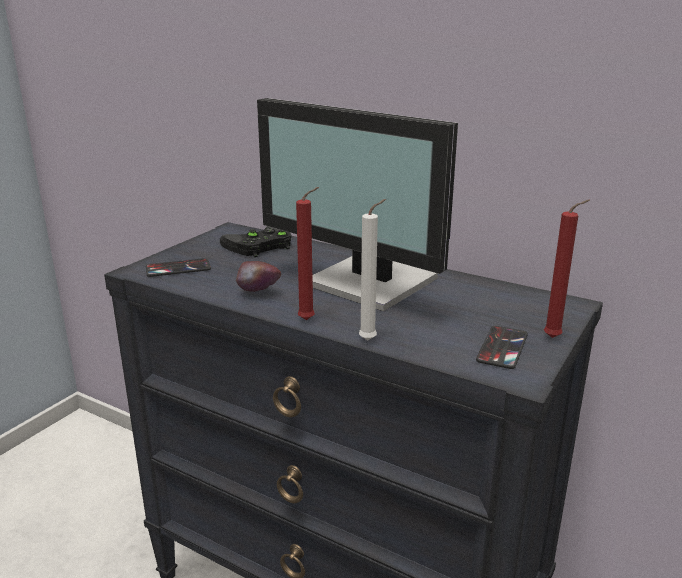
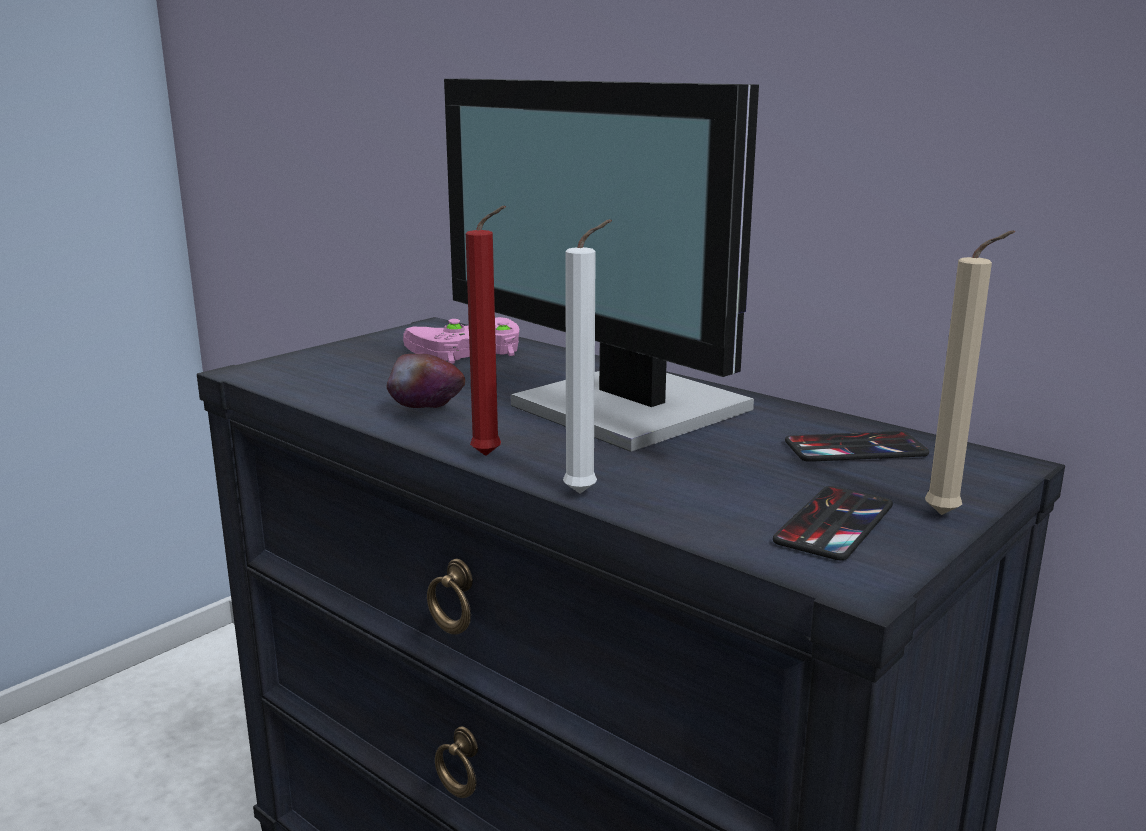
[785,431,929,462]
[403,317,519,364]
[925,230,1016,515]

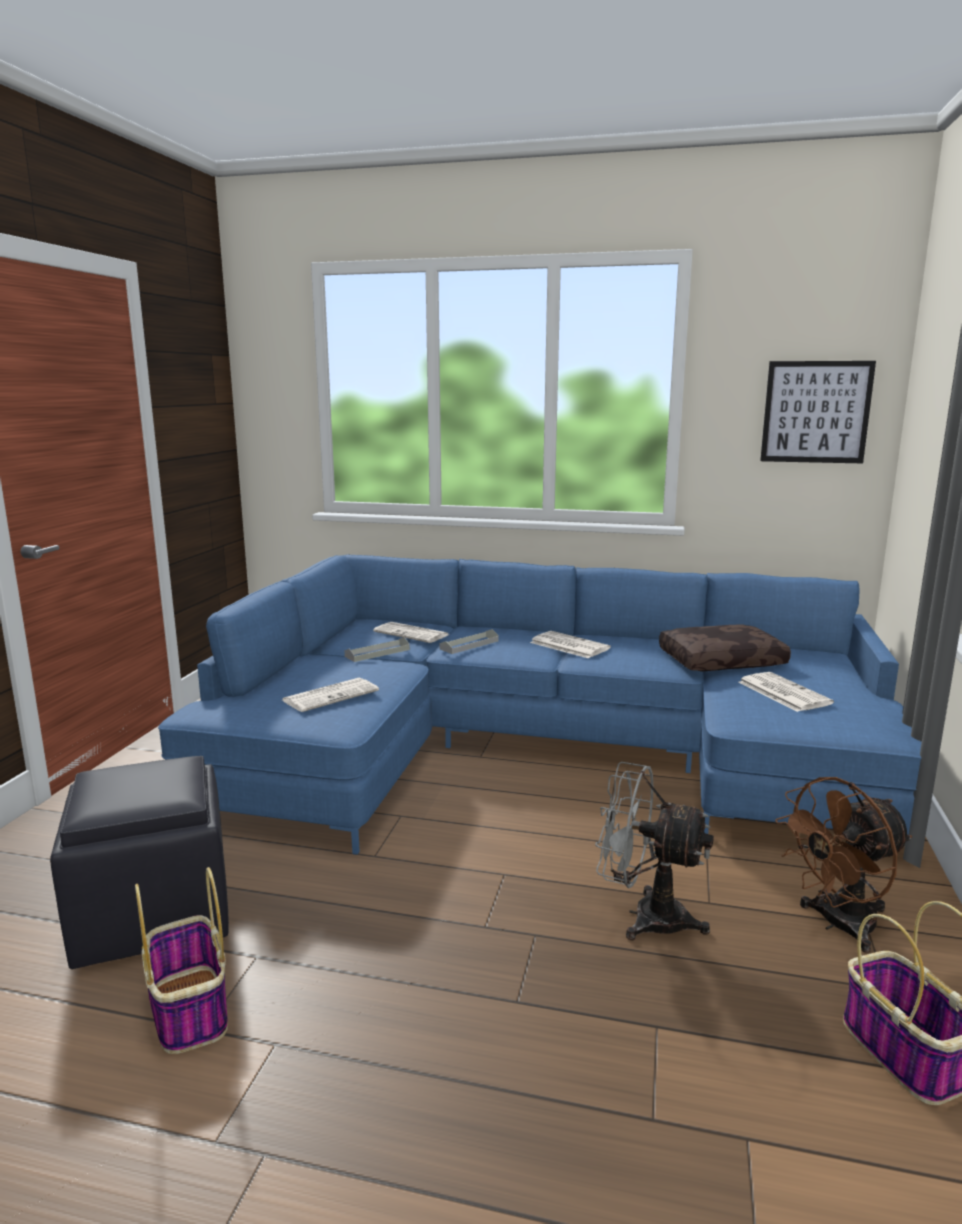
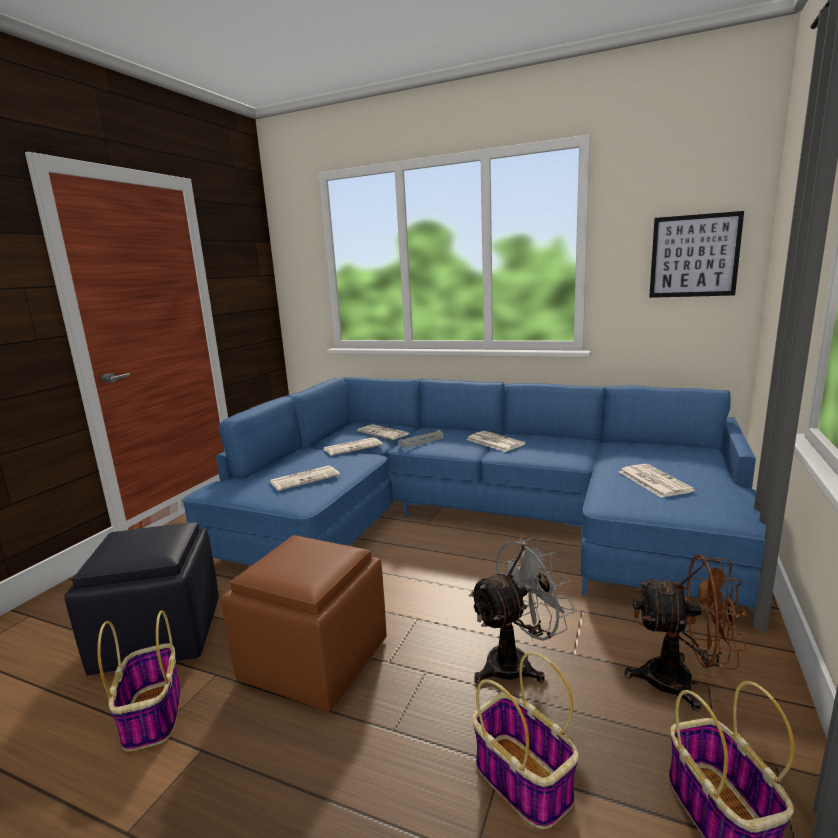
[659,624,791,672] (first image)
[221,535,386,712]
[472,652,579,829]
[324,437,383,456]
[469,537,576,683]
[624,555,748,712]

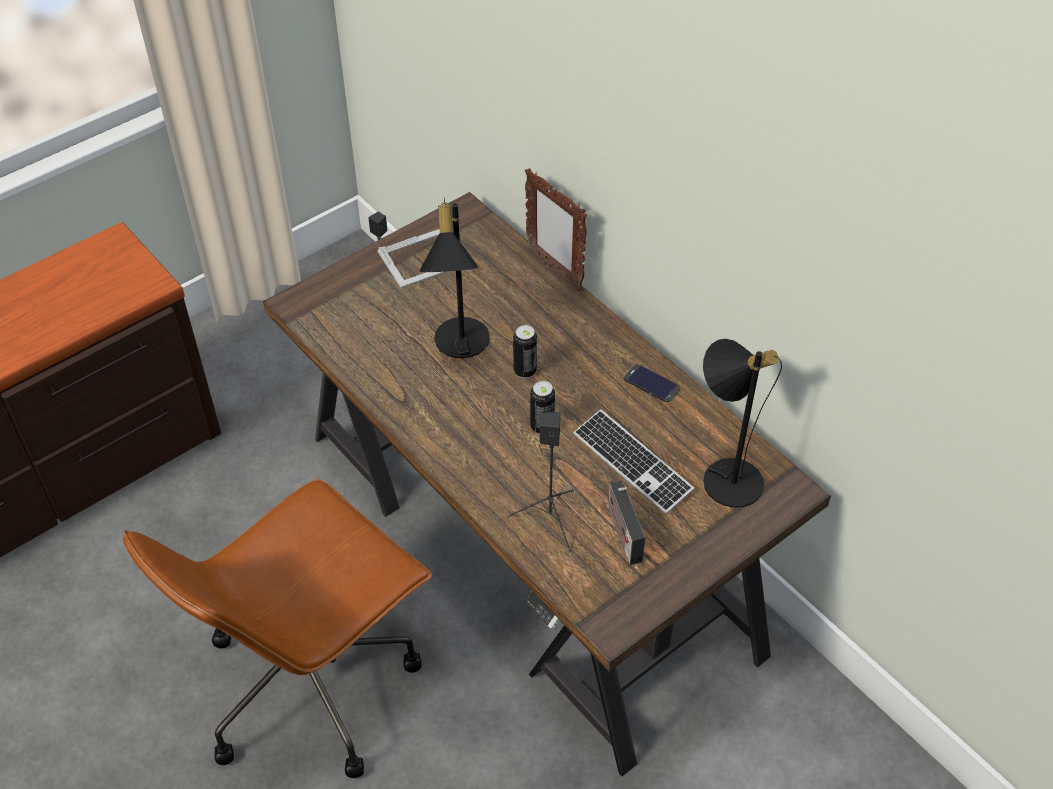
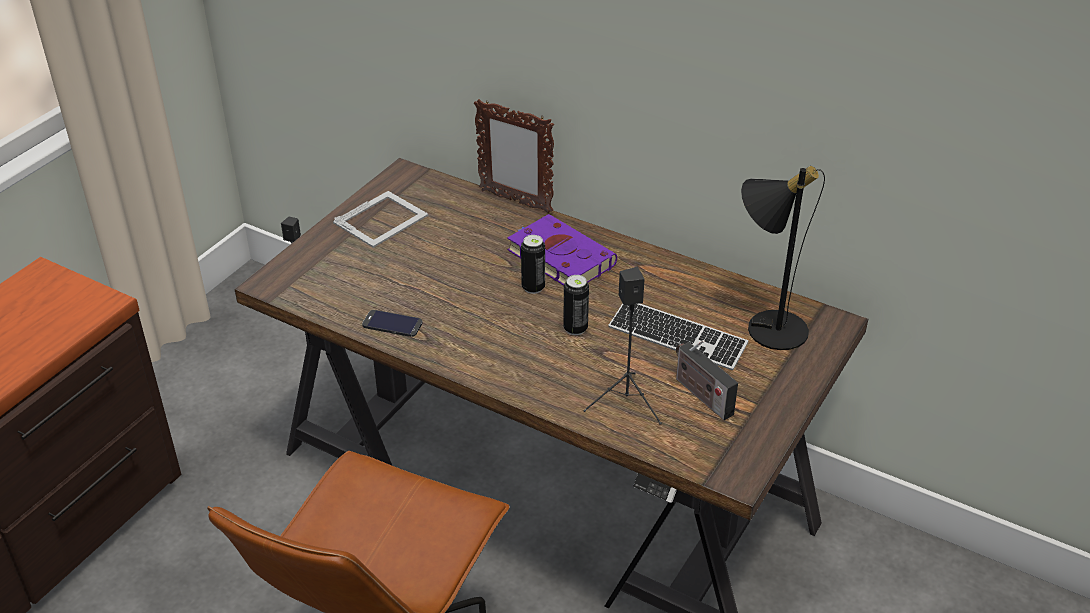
[419,198,490,359] (first image)
[507,214,617,286]
[362,310,422,337]

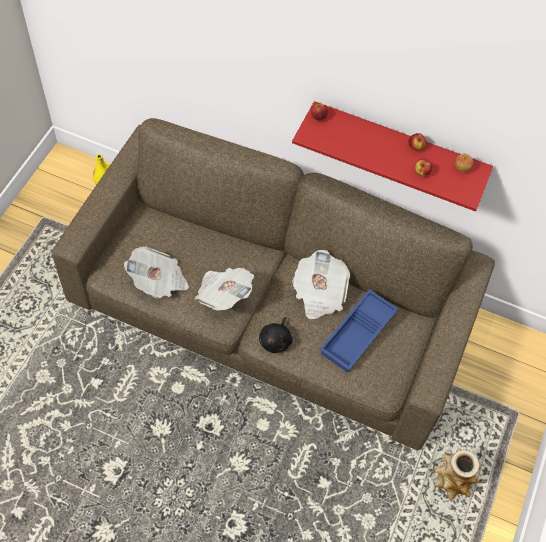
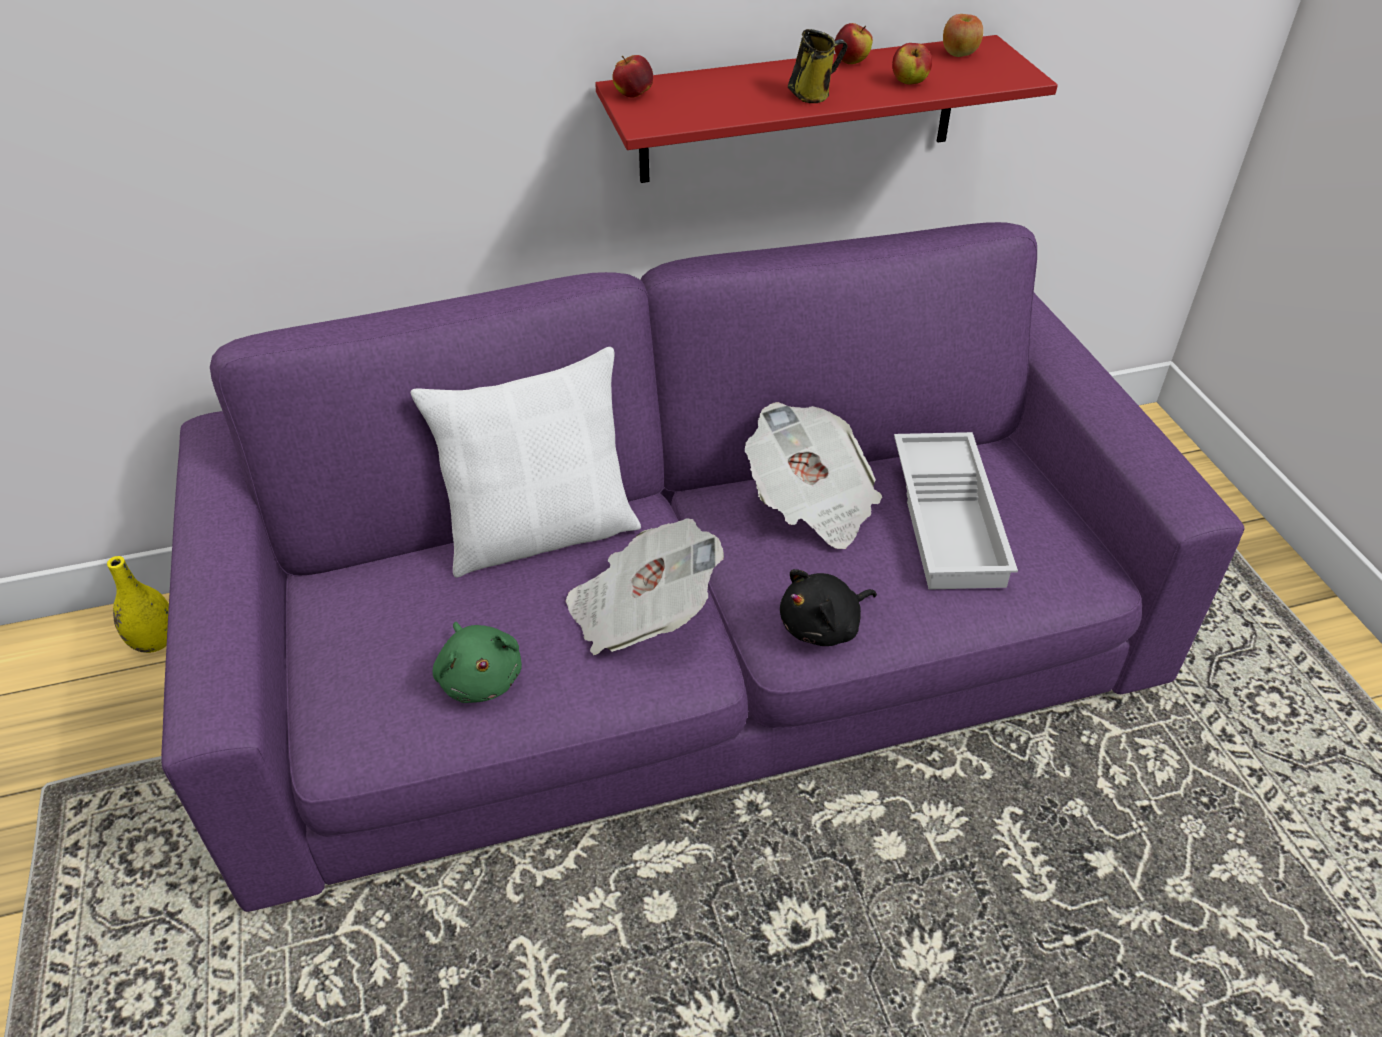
[434,448,481,500] (first image)
[411,347,641,578]
[788,29,848,103]
[433,622,522,703]
[161,222,1245,912]
[894,432,1018,590]
[780,569,877,646]

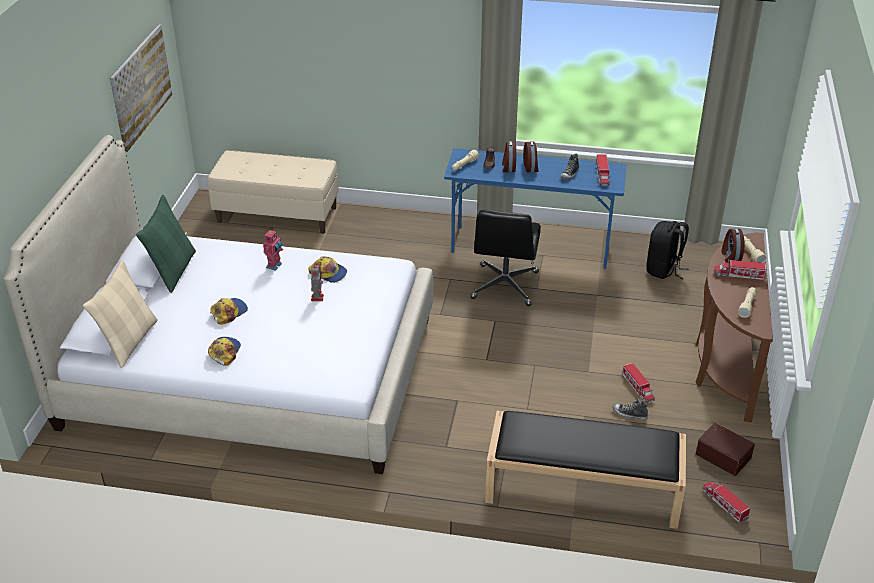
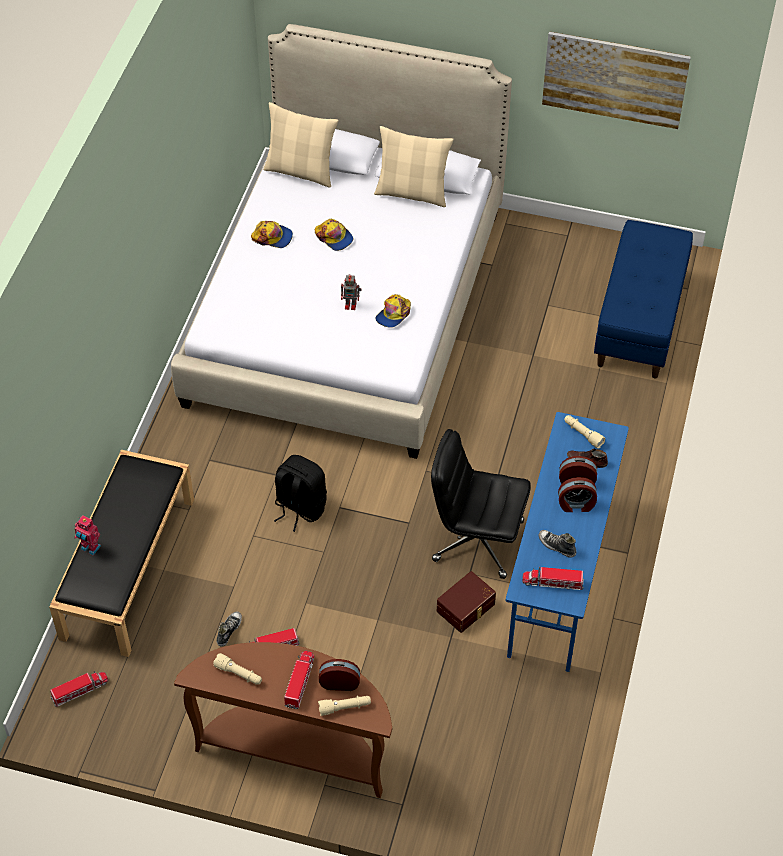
[74,515,101,556]
[274,455,327,532]
[437,571,496,633]
[374,126,454,207]
[594,220,693,378]

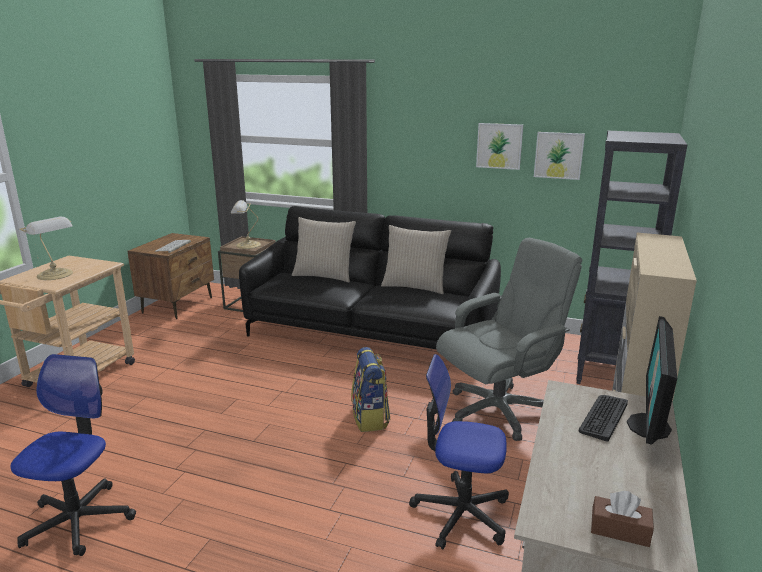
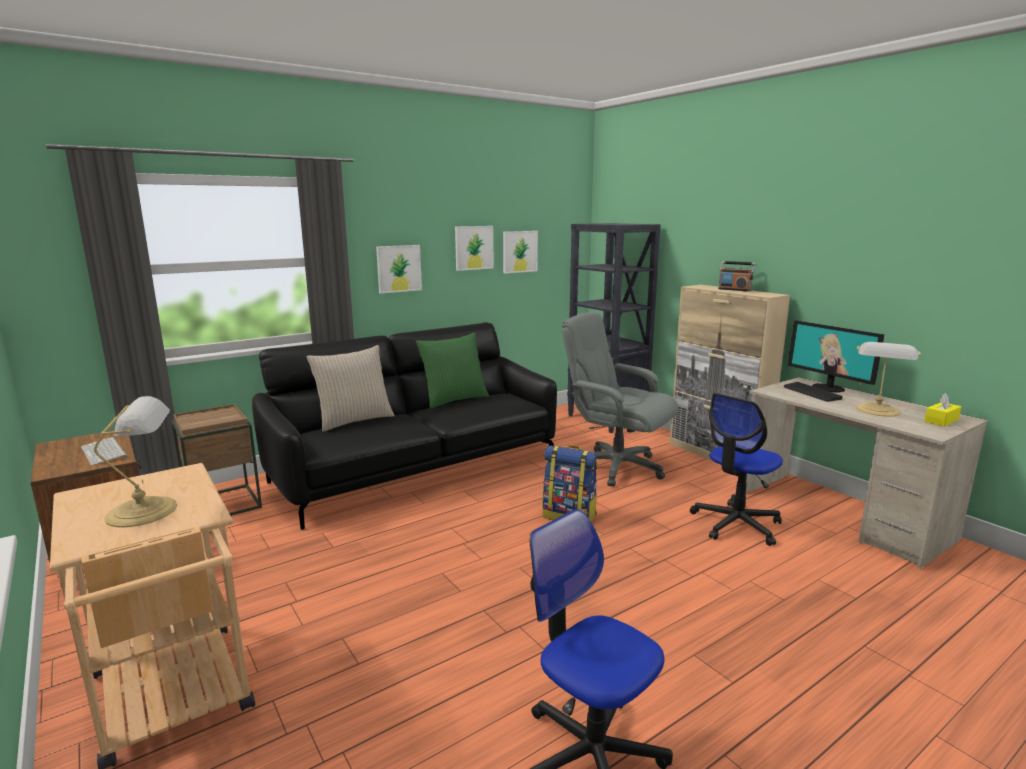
[376,245,422,294]
[718,261,755,291]
[856,342,921,417]
[416,332,489,409]
[924,393,961,427]
[562,312,679,487]

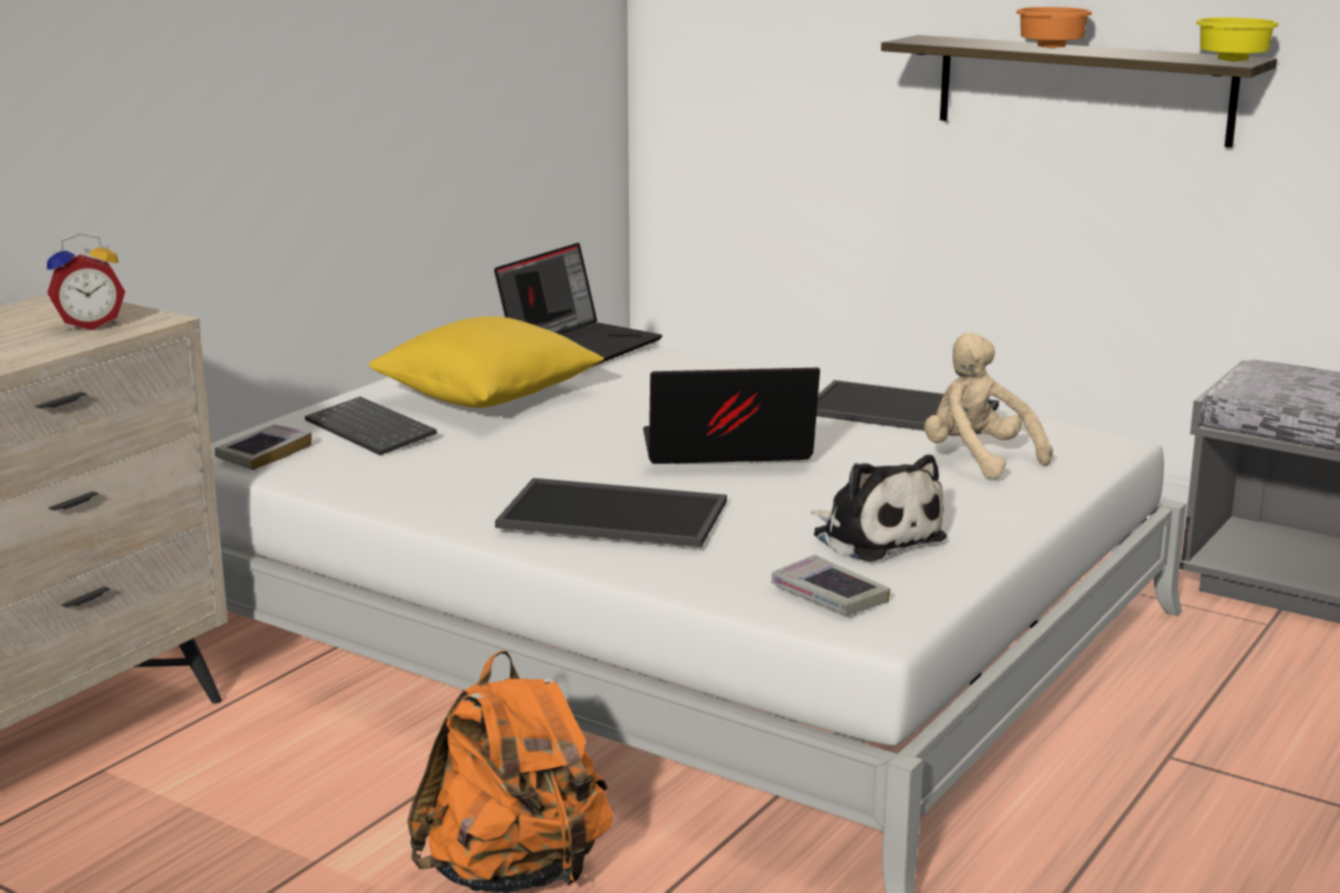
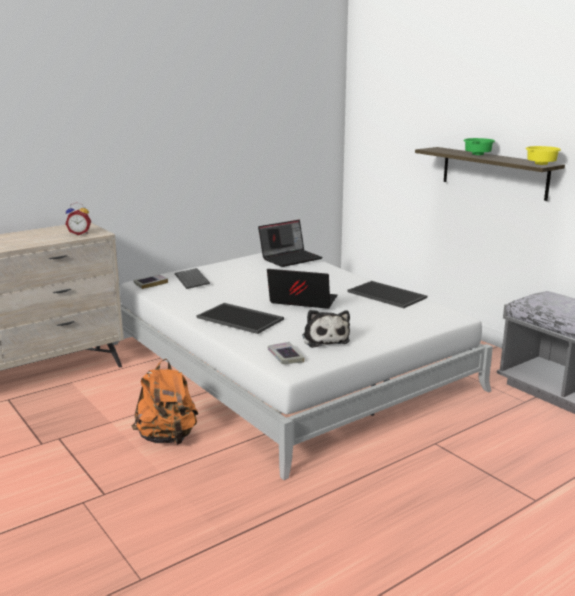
[369,316,604,408] (first image)
[924,332,1053,479] (first image)
[464,138,495,155]

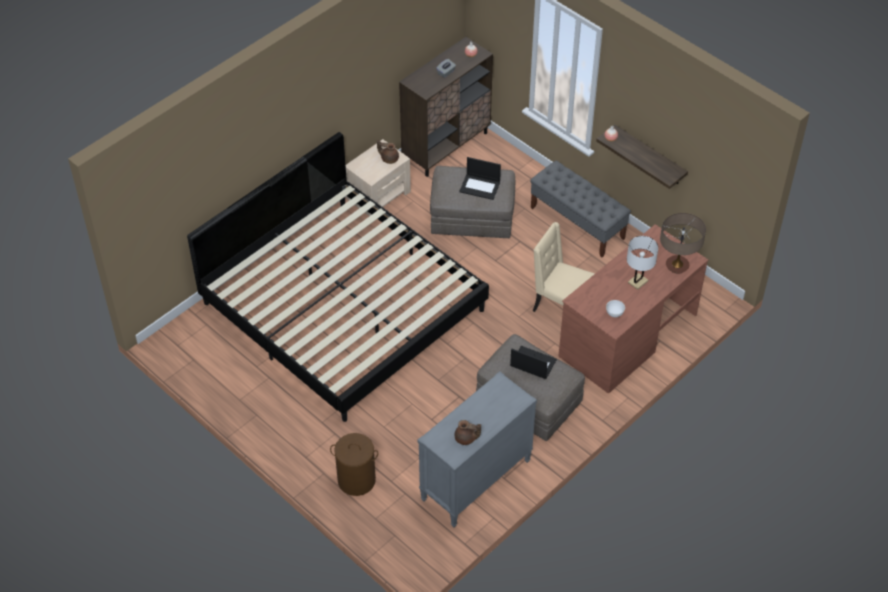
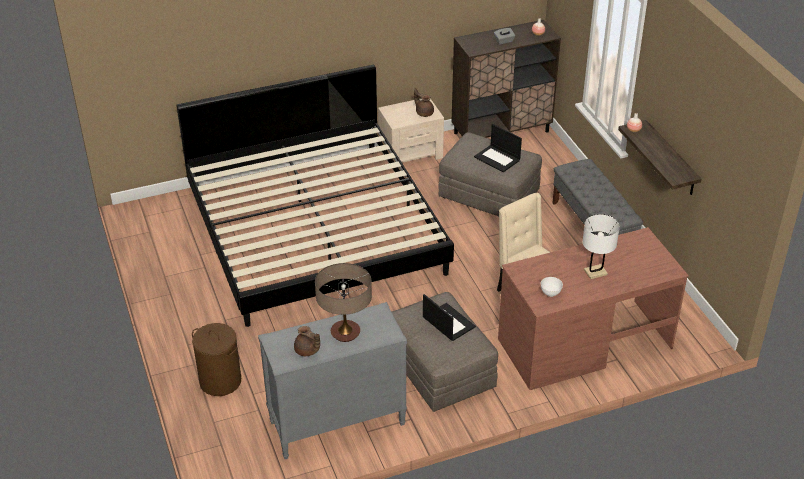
[315,263,372,342]

